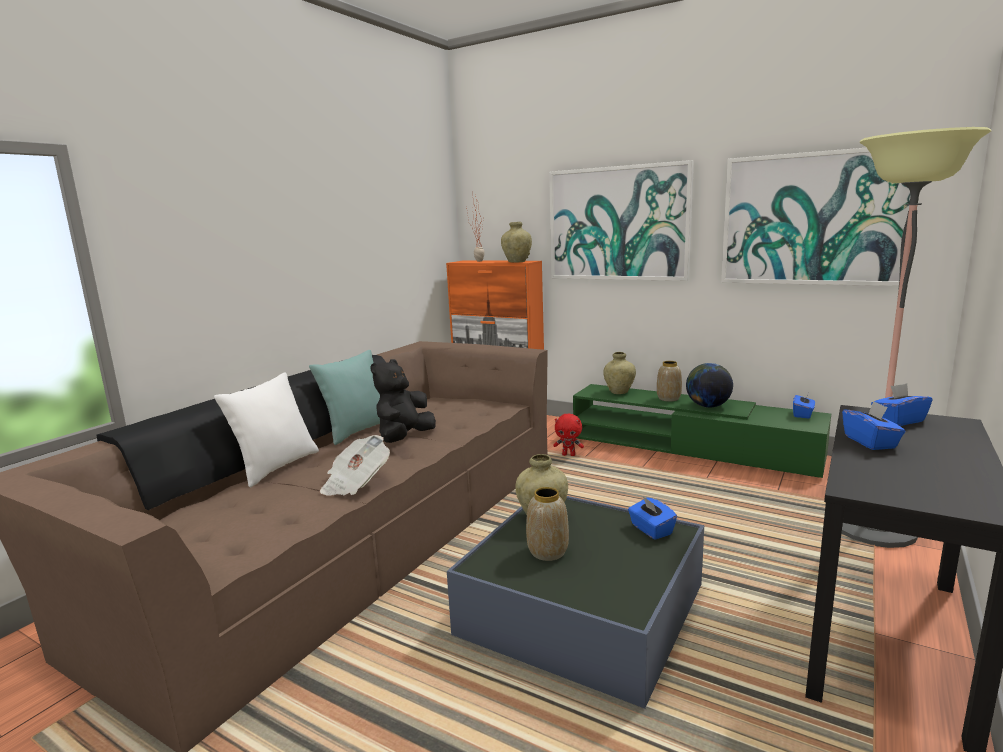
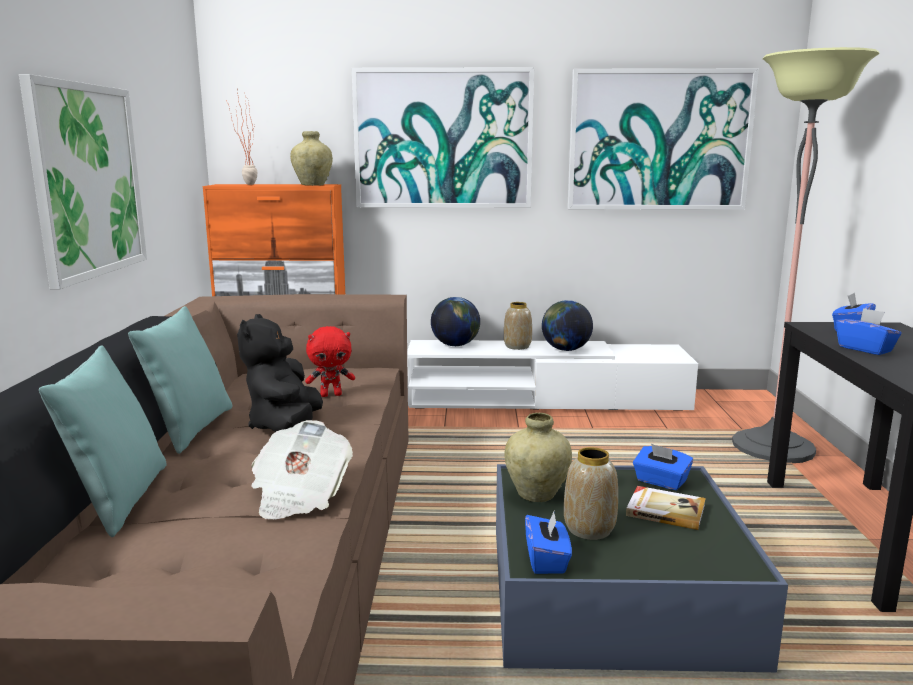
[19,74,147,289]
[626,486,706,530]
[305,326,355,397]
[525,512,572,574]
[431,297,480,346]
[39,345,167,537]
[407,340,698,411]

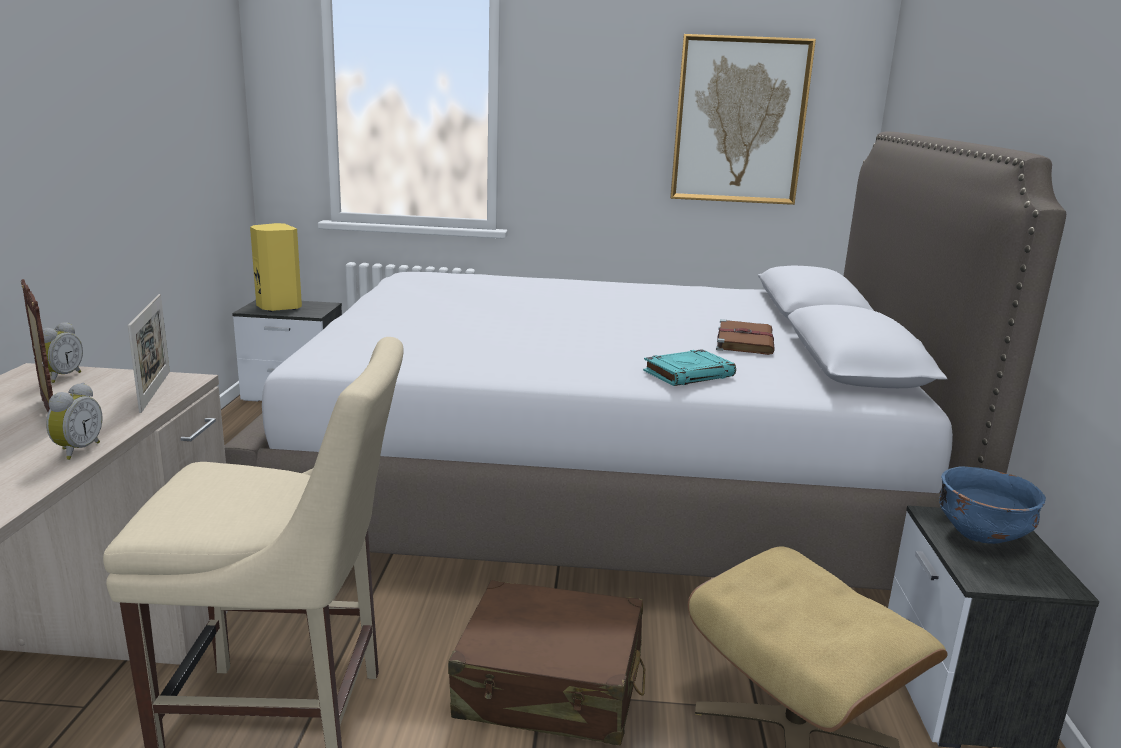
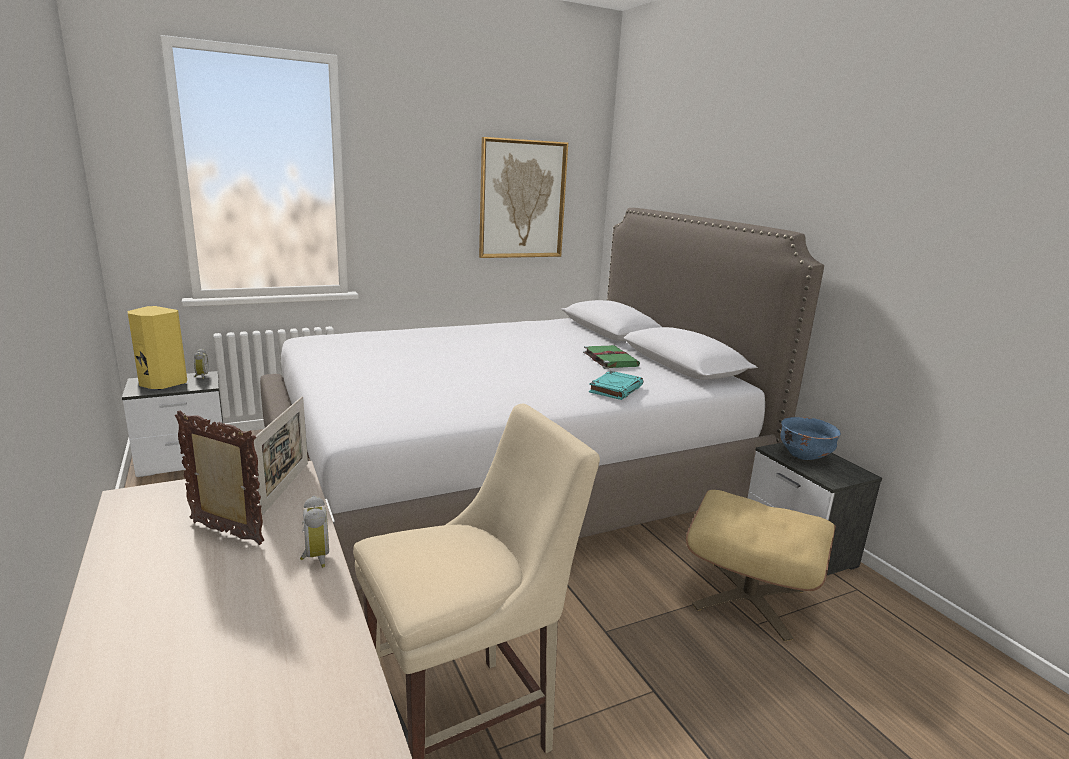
[448,580,645,746] (first image)
[194,349,209,379]
[583,345,640,369]
[254,397,308,516]

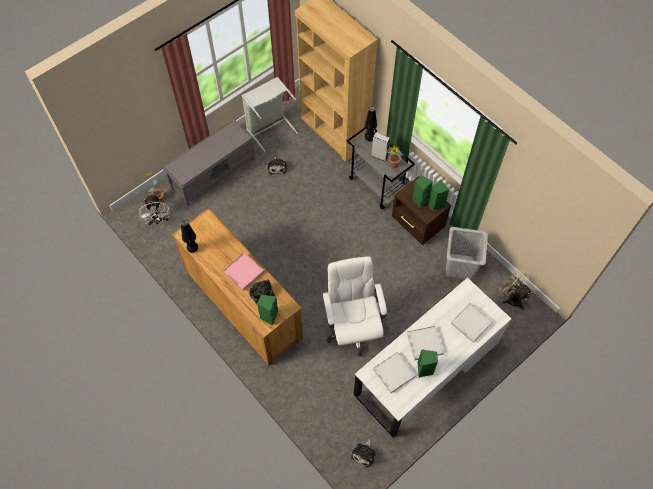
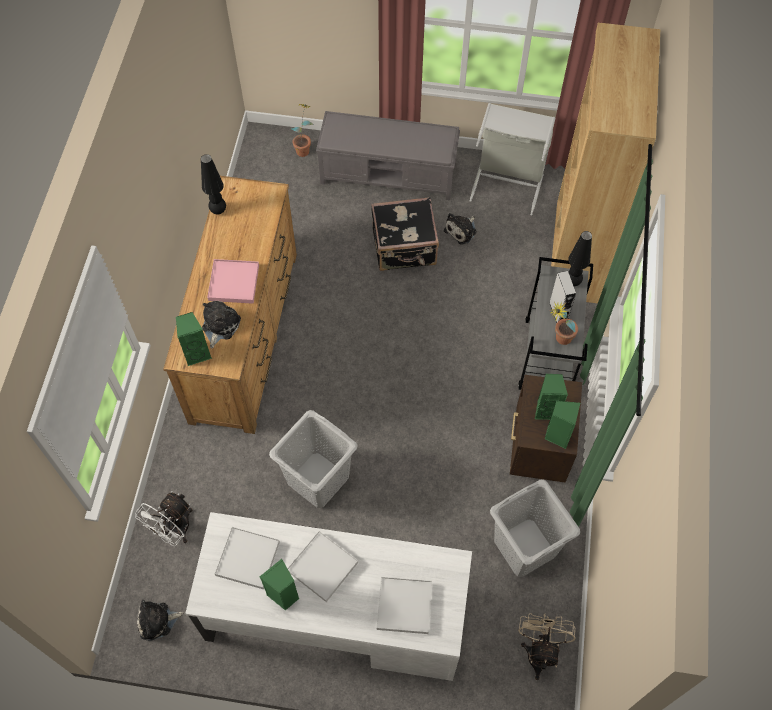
[371,197,439,271]
[135,491,192,546]
[269,410,358,508]

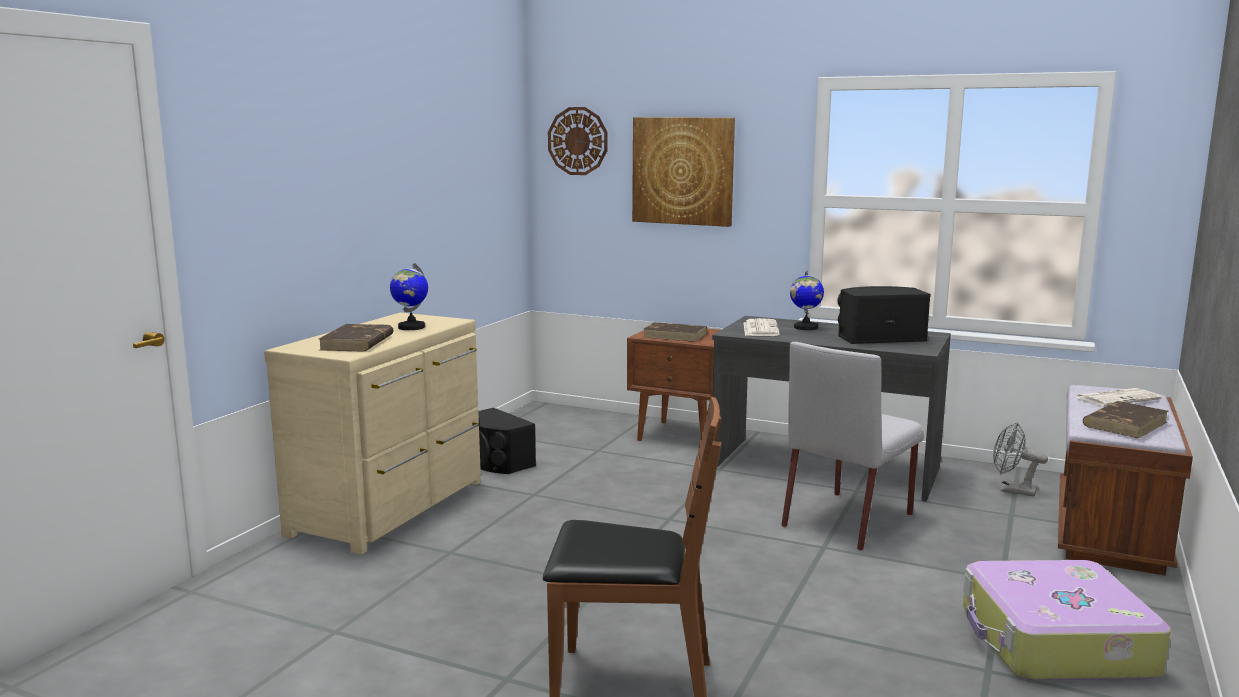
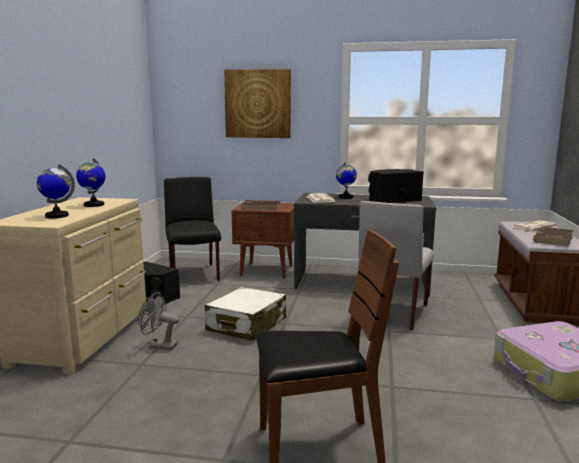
[548,107,608,175] (first image)
[164,177,221,281]
[205,287,286,341]
[138,292,180,350]
[37,164,75,218]

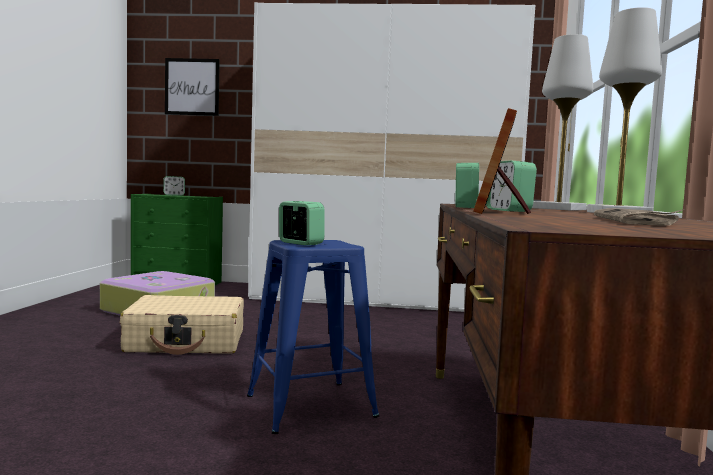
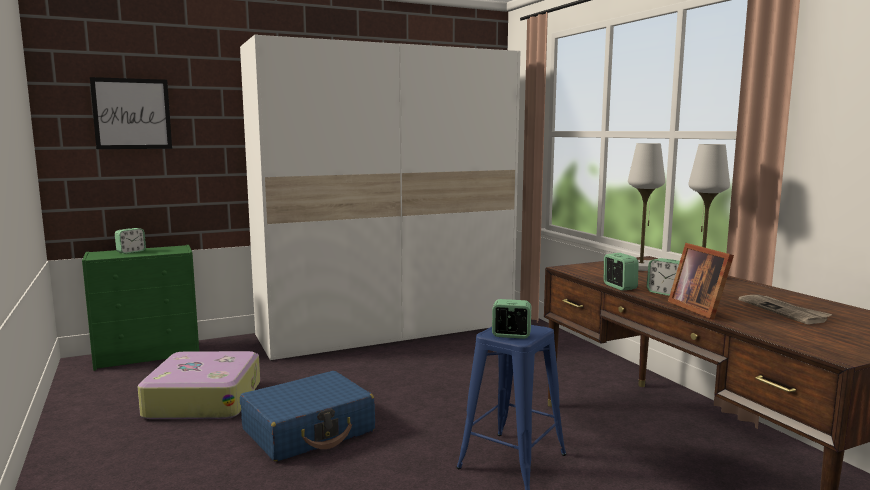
[240,371,375,461]

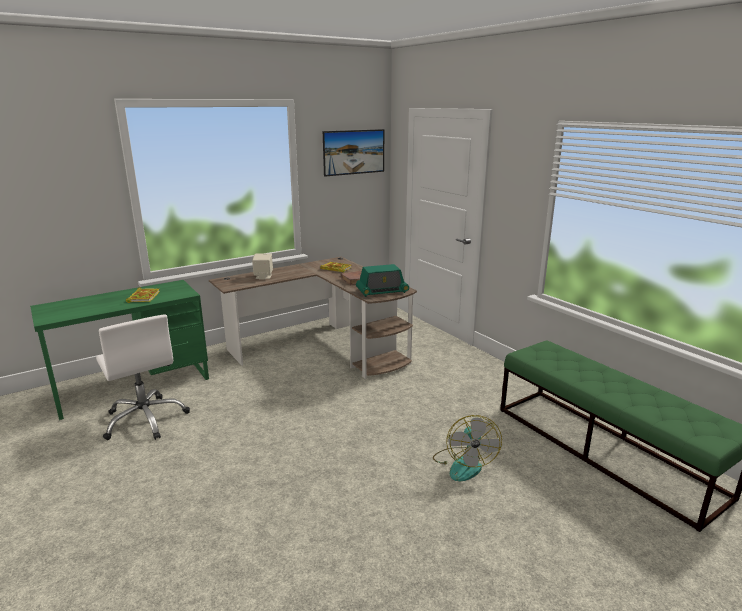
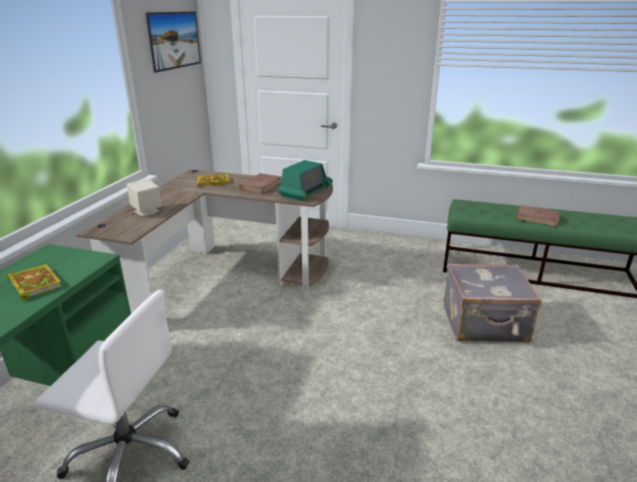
[516,205,561,227]
[443,264,542,343]

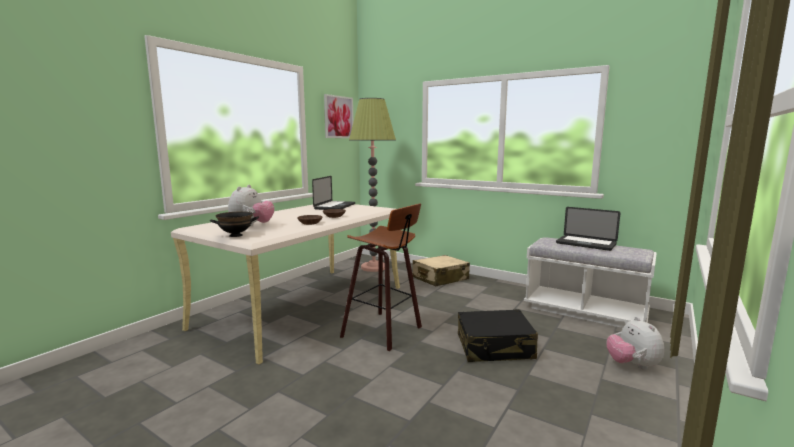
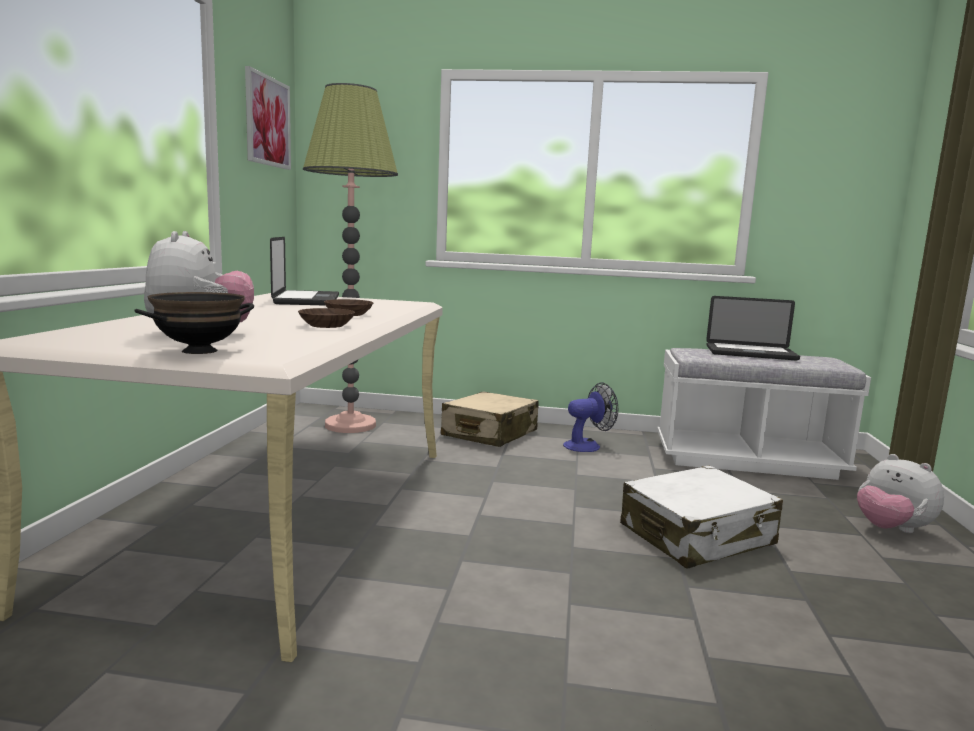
[340,203,422,351] (first image)
[563,382,618,452]
[620,465,783,569]

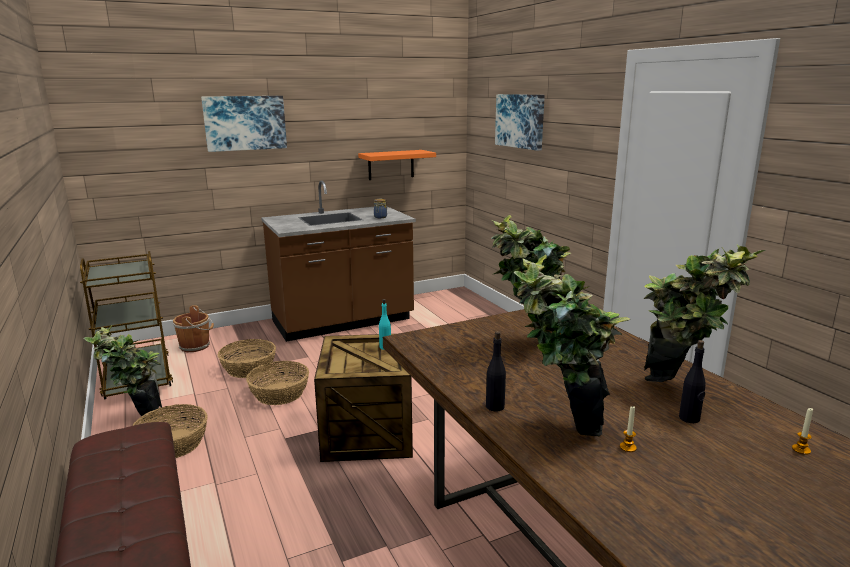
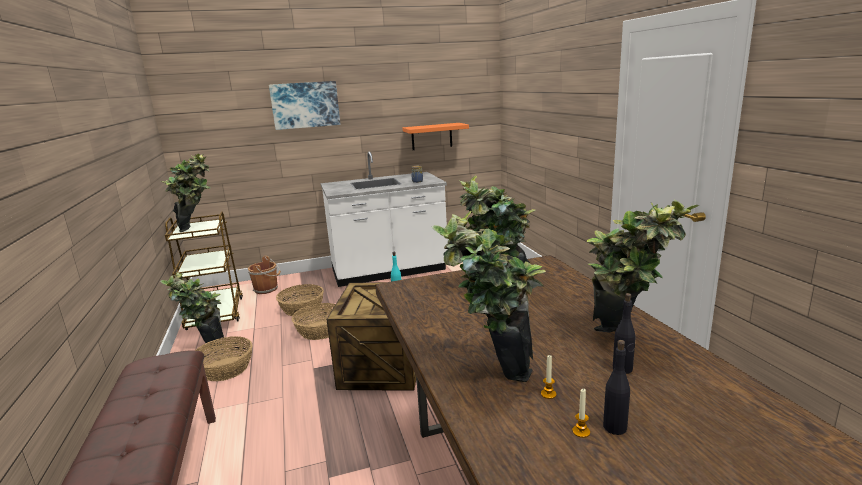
[495,94,545,151] (first image)
[161,154,211,232]
[603,340,630,435]
[572,389,590,438]
[321,151,448,287]

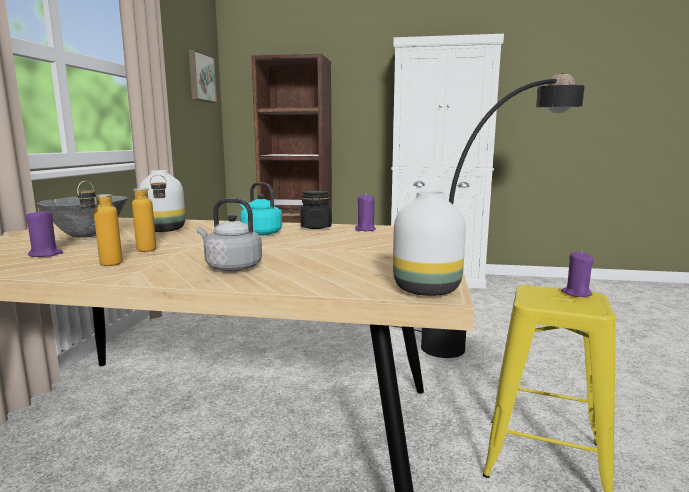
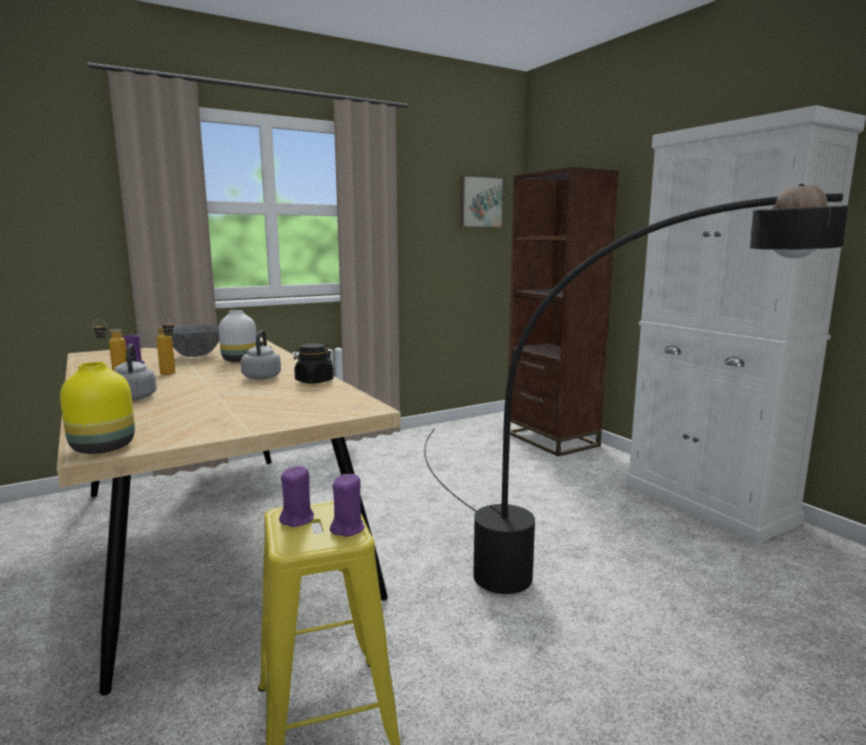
[279,466,314,527]
[241,330,281,380]
[60,362,135,454]

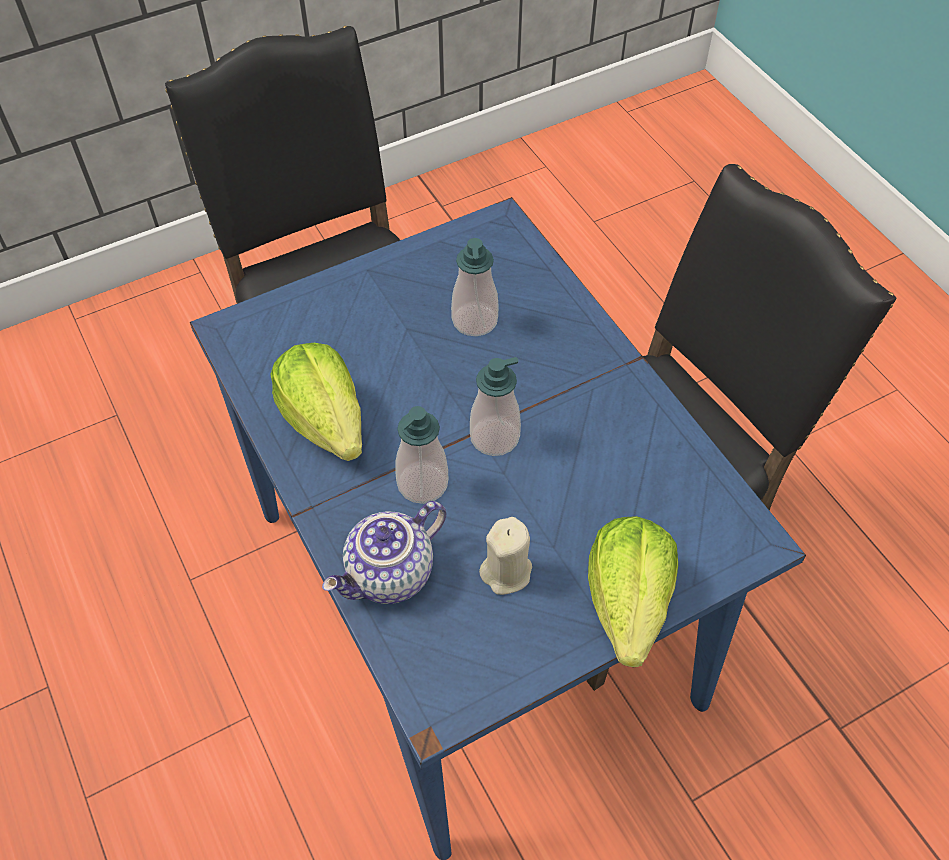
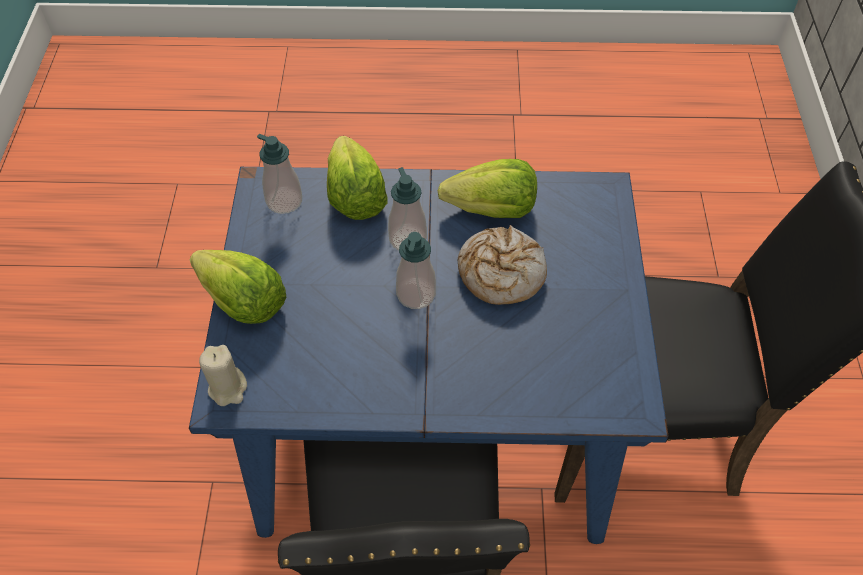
[458,225,547,305]
[257,134,302,214]
[199,345,247,406]
[327,136,388,220]

